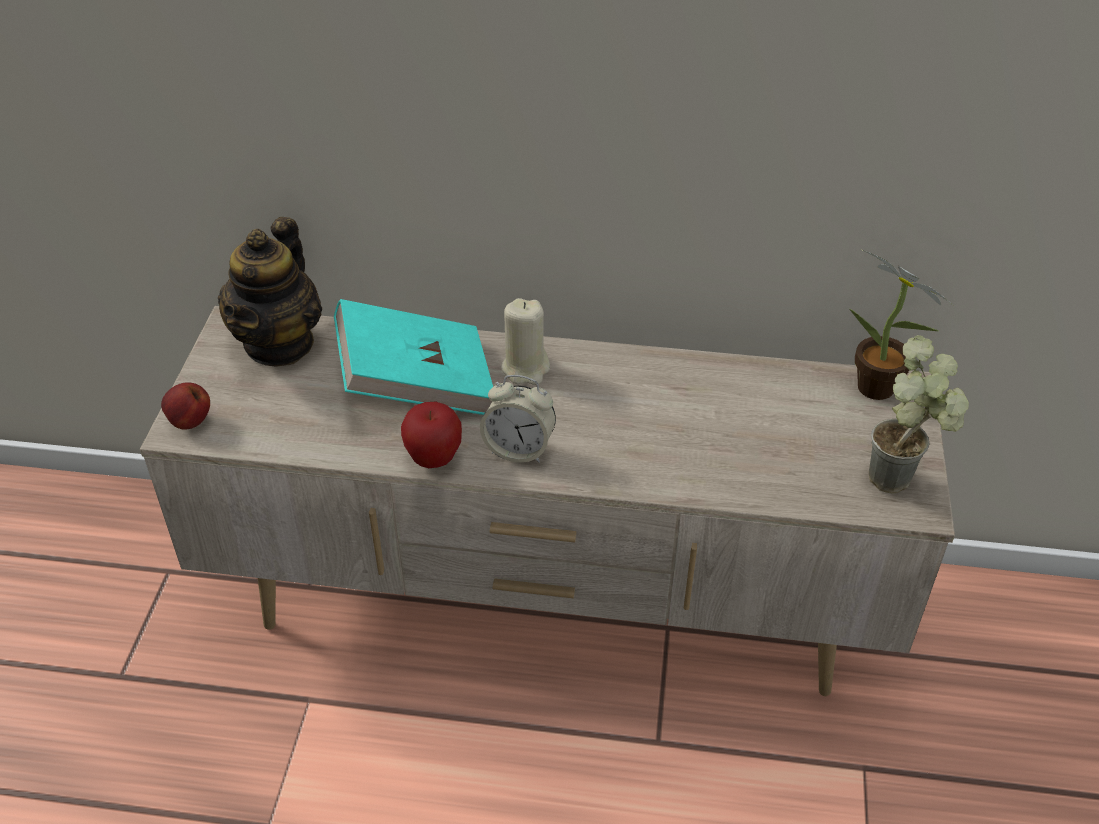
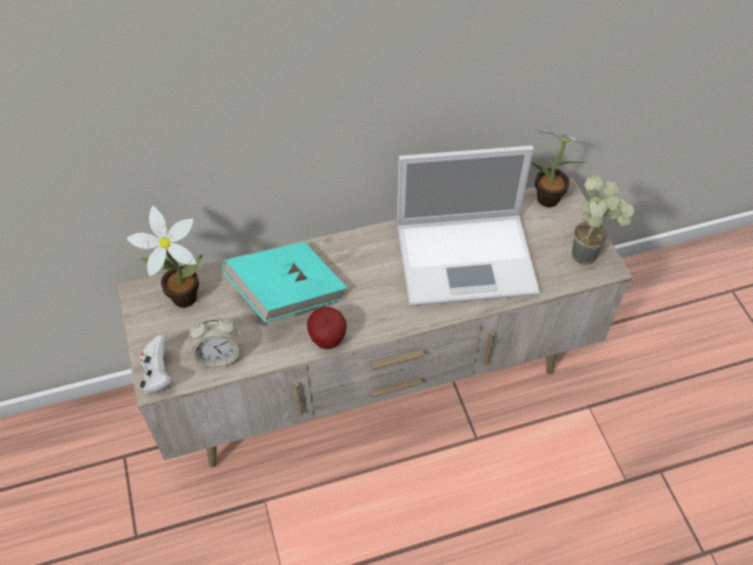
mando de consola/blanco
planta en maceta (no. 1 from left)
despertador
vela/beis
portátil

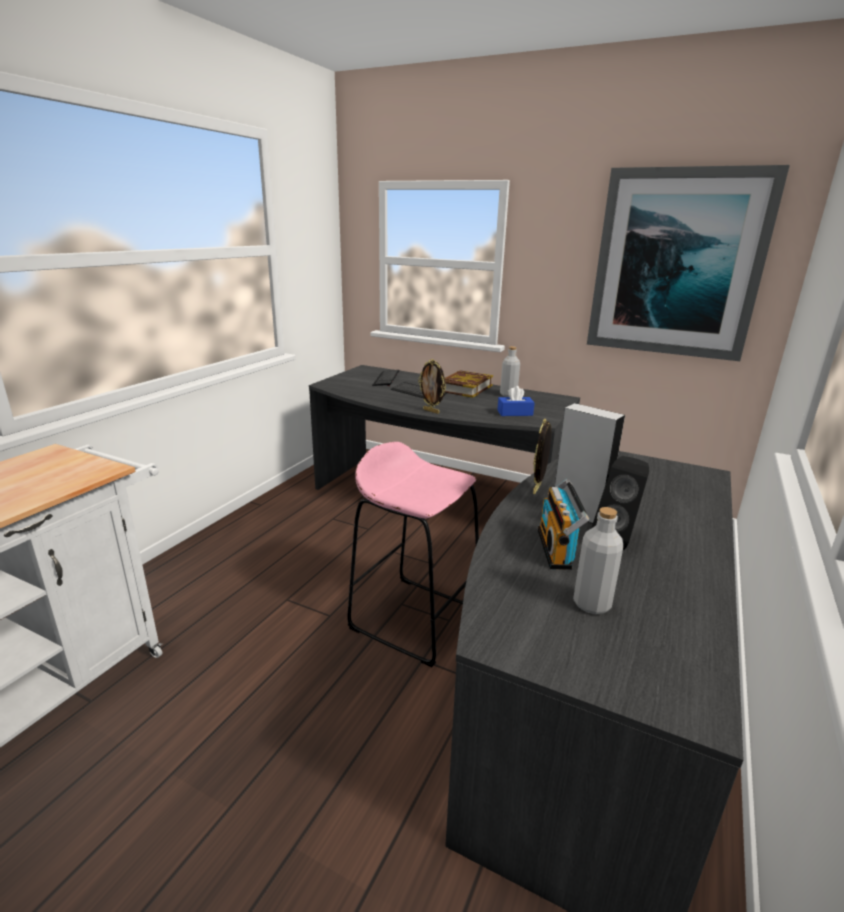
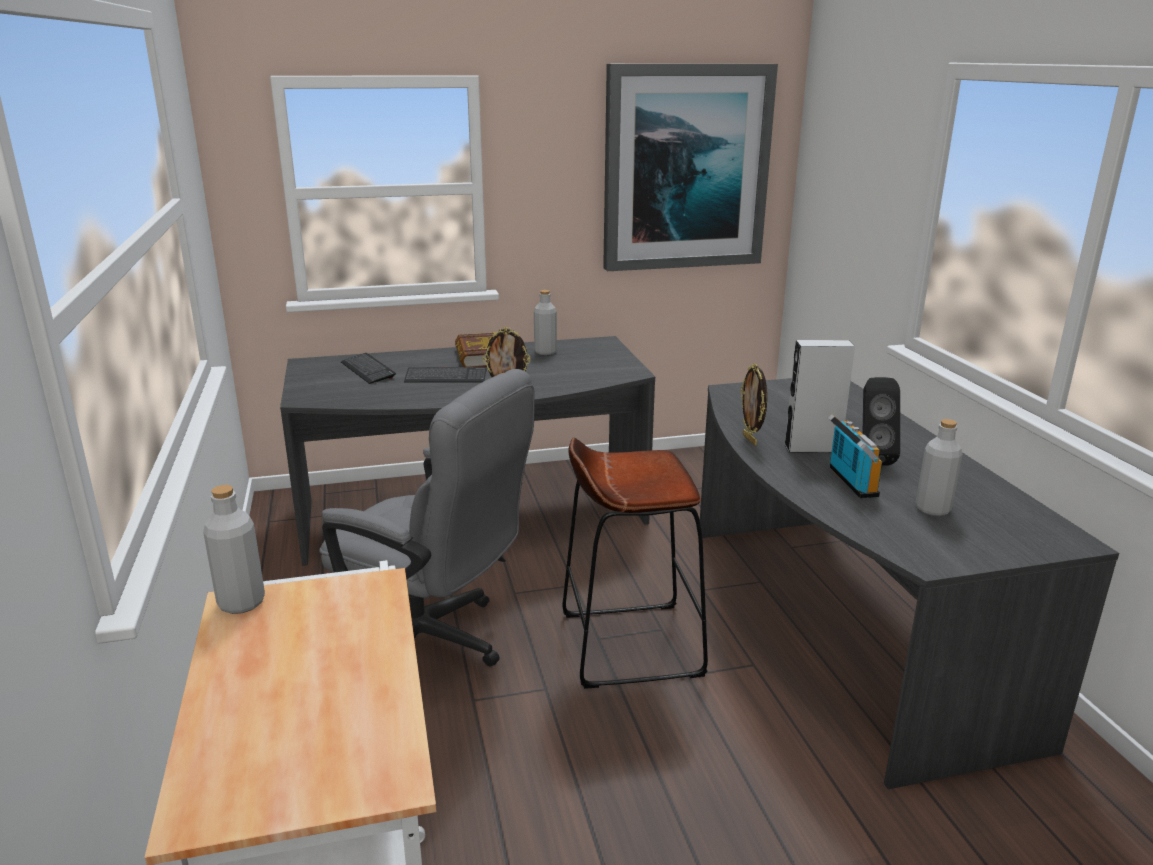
taburete/marrón
caja de pañuelos/azul
radio
botella/gris (no. 1 from left)
silla de oficina/gris

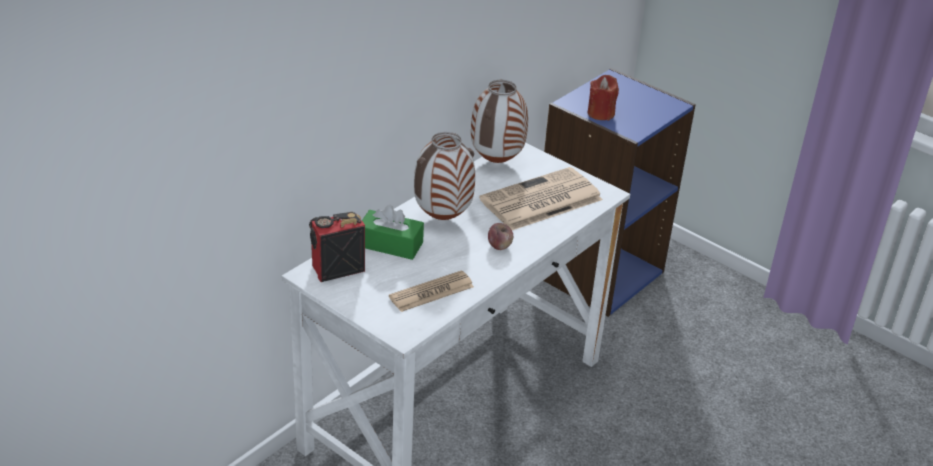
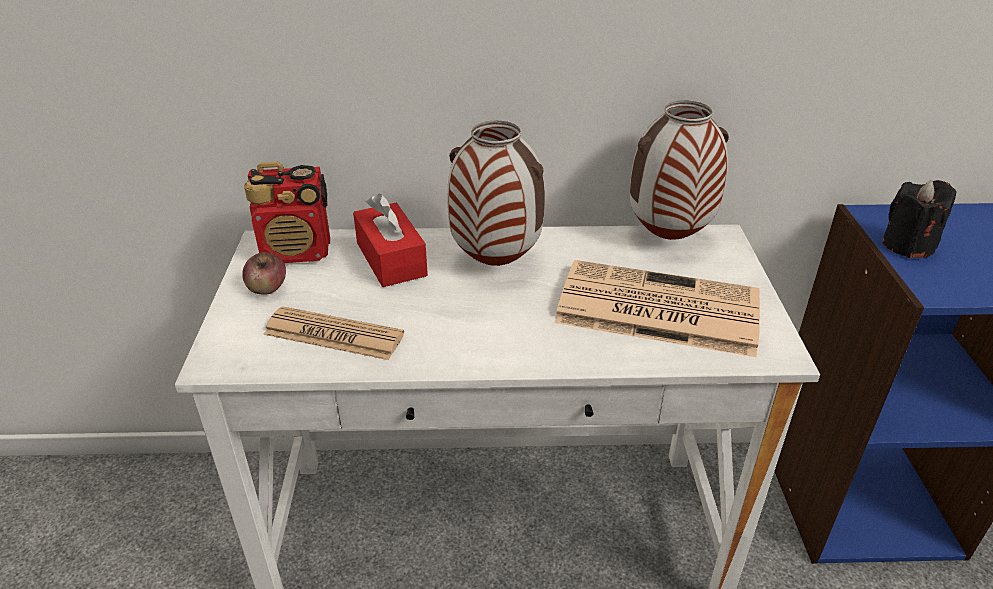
radio
caja de pañuelos/rojo
manzana
vela/negro

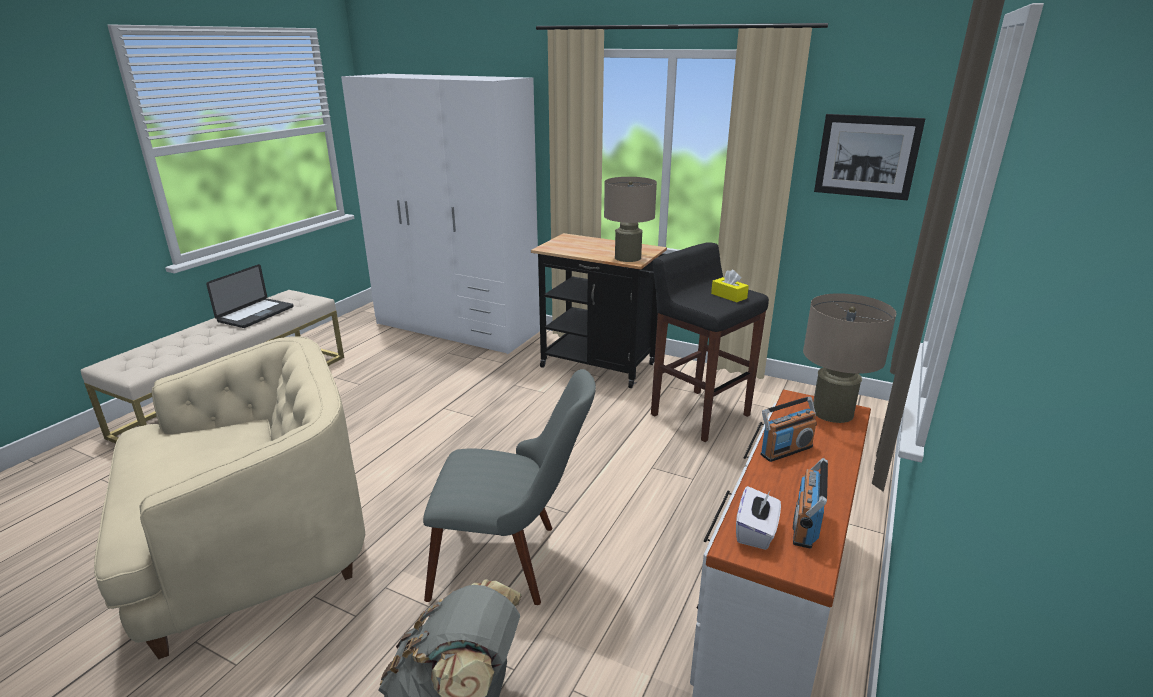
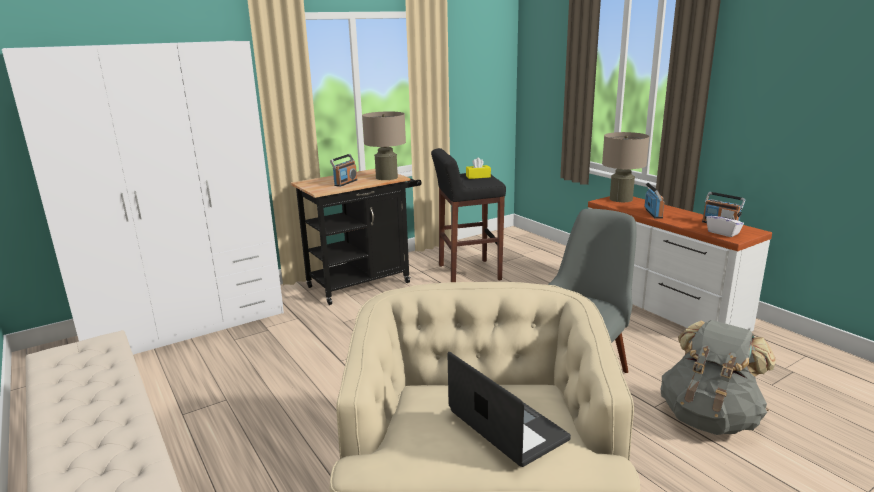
portátil
cuadro
radio (no. 1 from left)

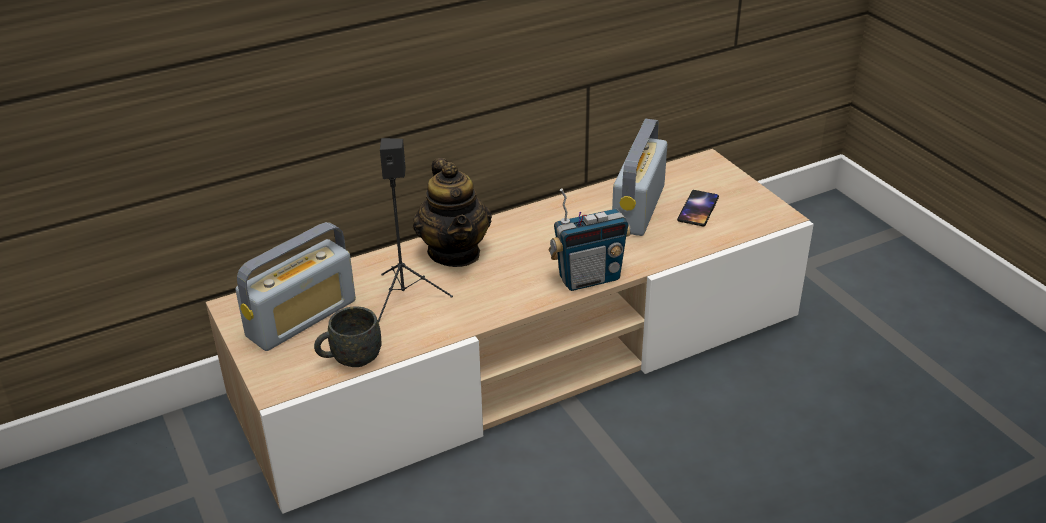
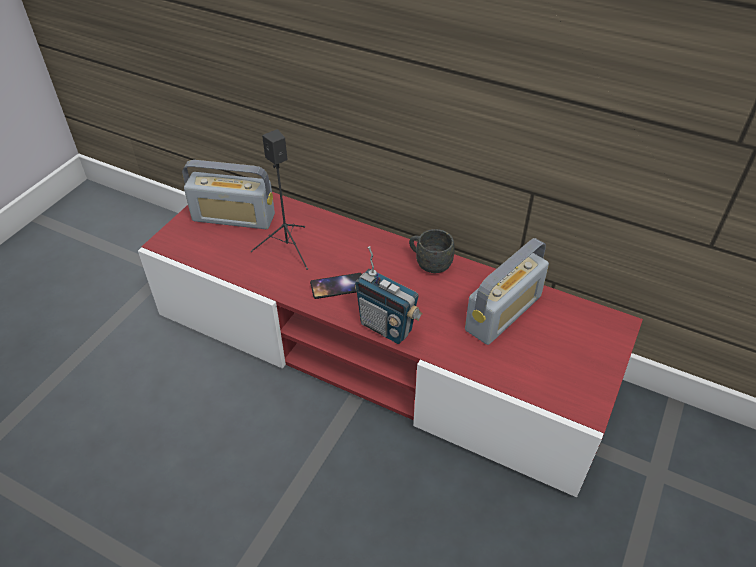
mueble de televisión/rojo
taza grande/gris
tetera
radio (no. 3 from left)
móvil

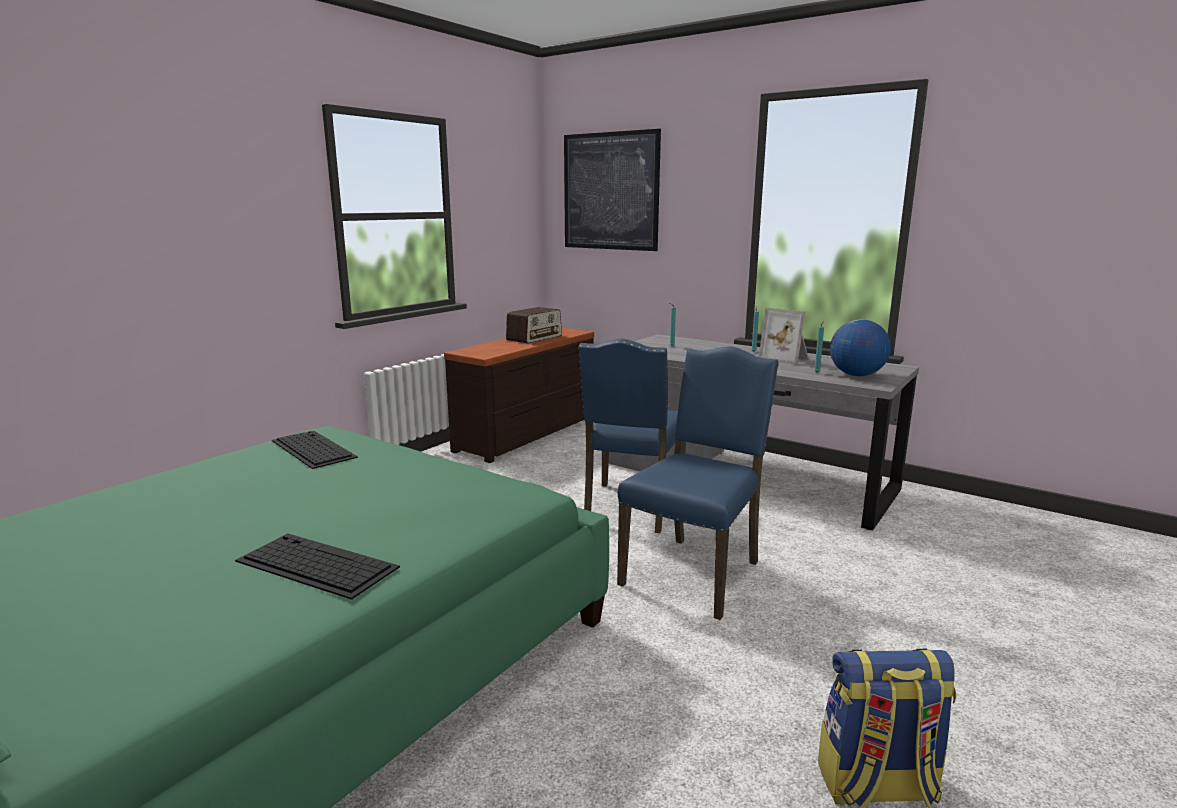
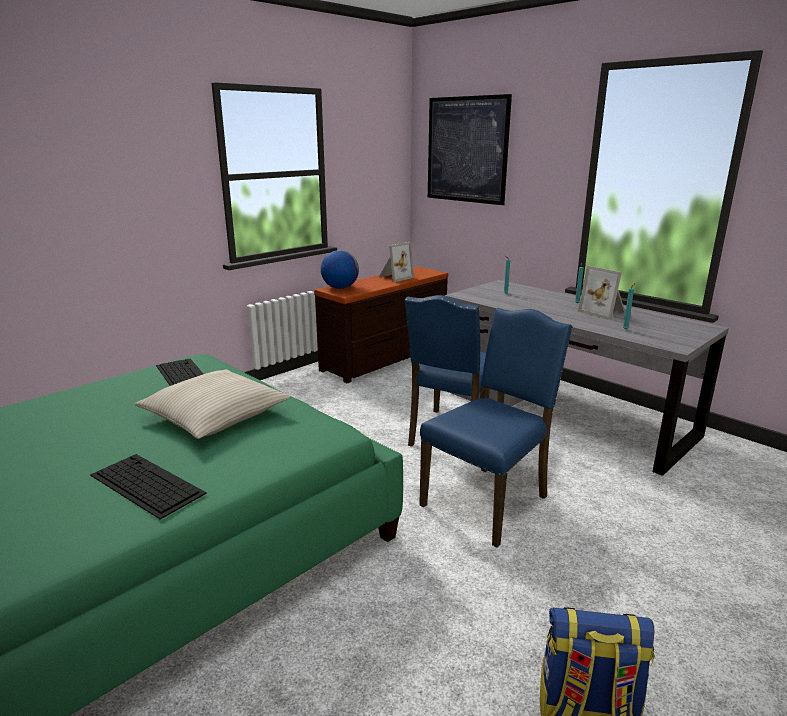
portarretratos (no. 1 from left)
globo terráqueo
cojín/beis

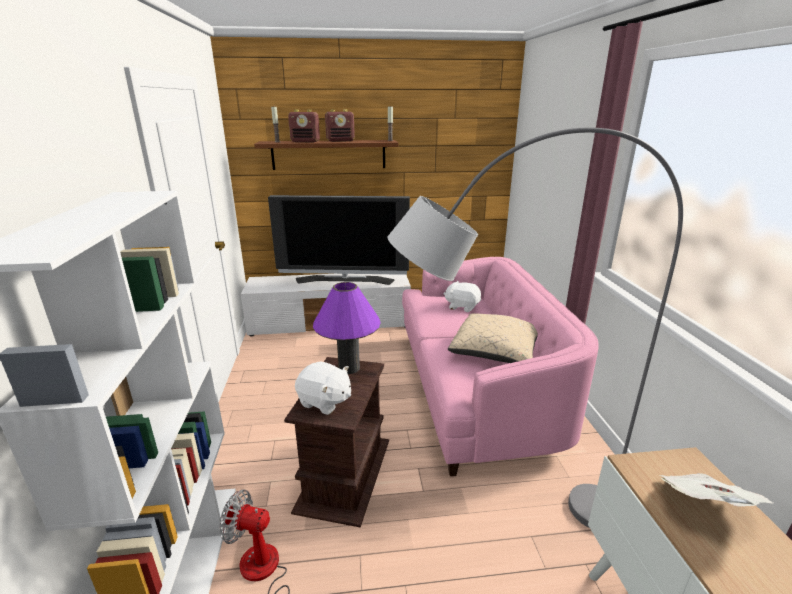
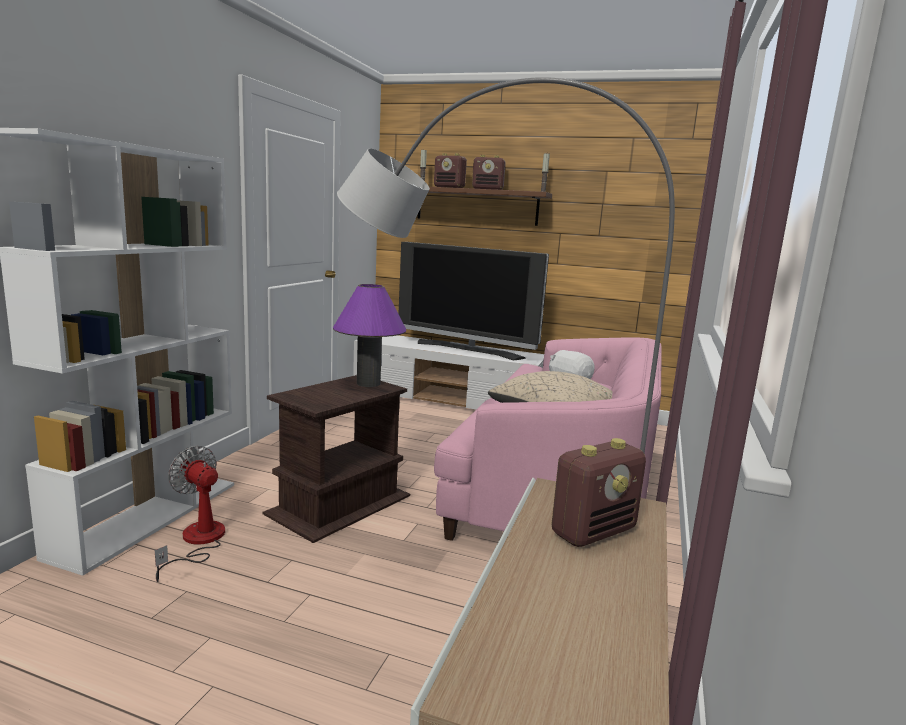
peluche/blanco (no. 1 from left in the first image)
radio (no. 3 from left)

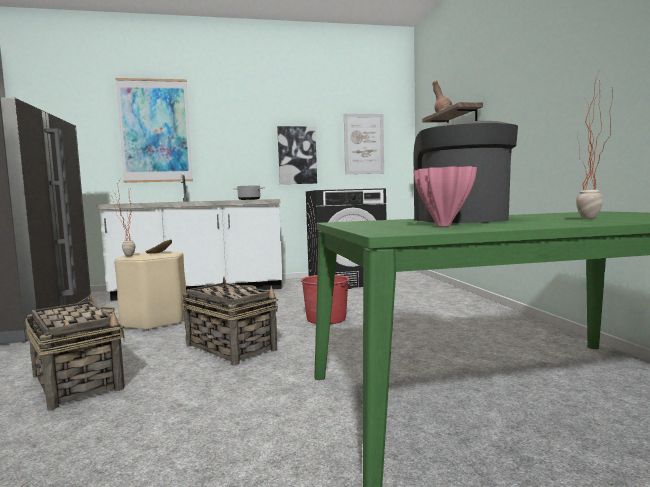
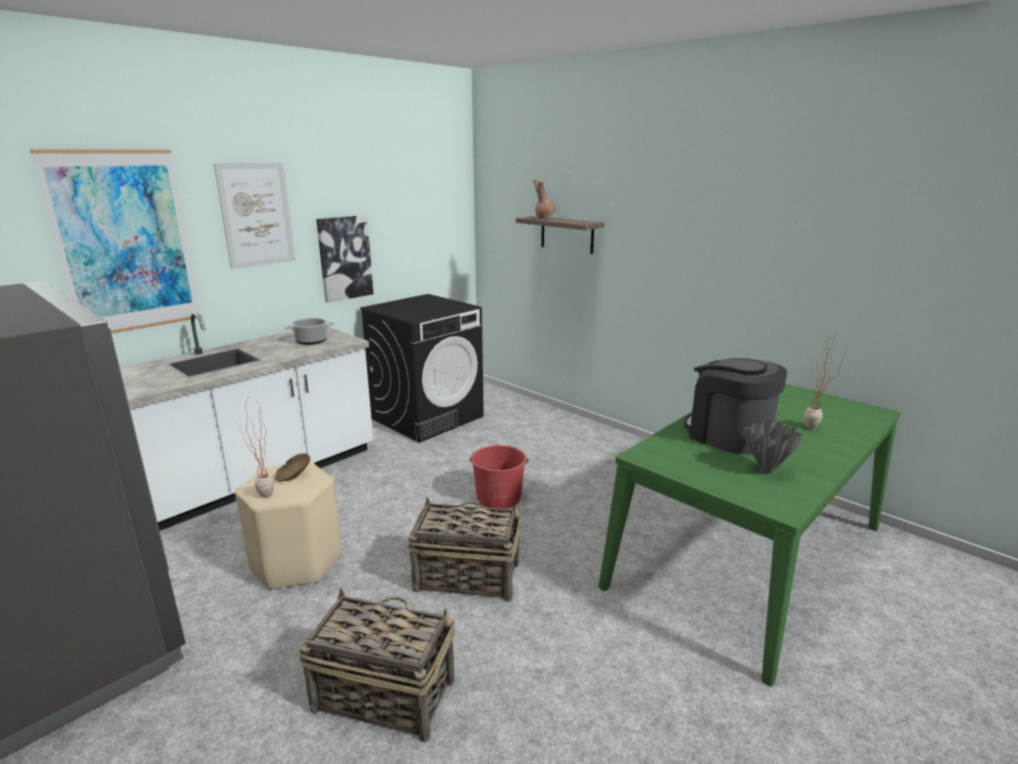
cuadro (no. 2 from left)
florero/gris

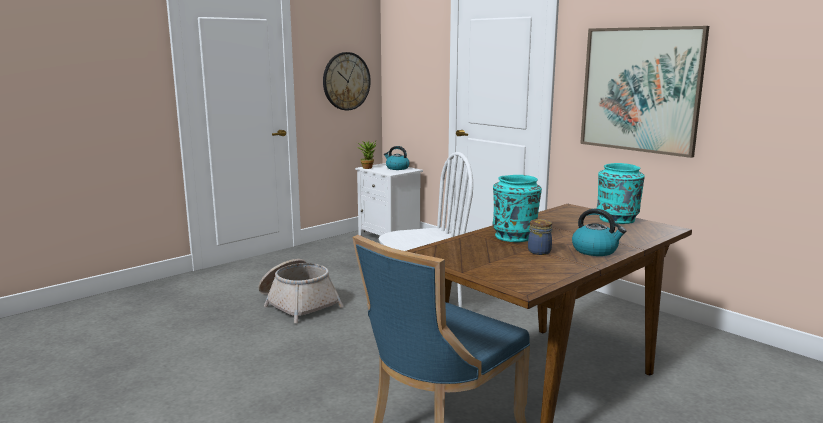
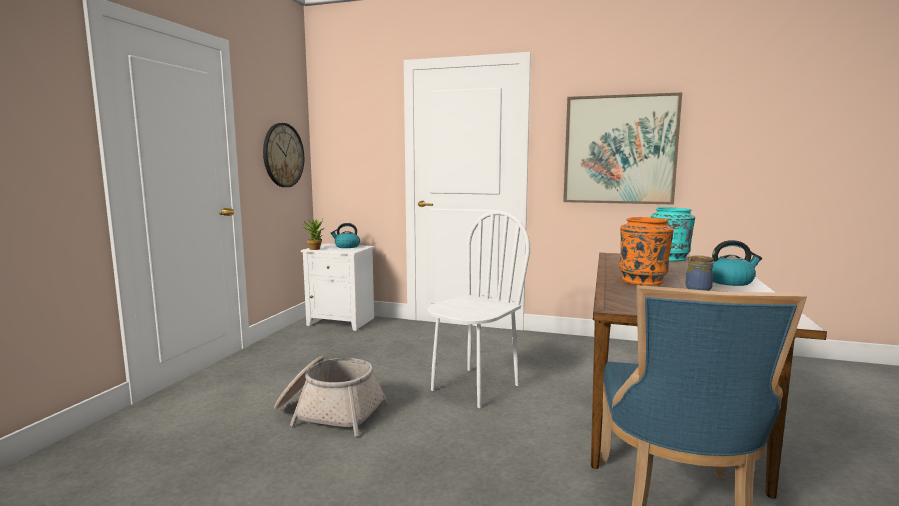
florero/naranja

